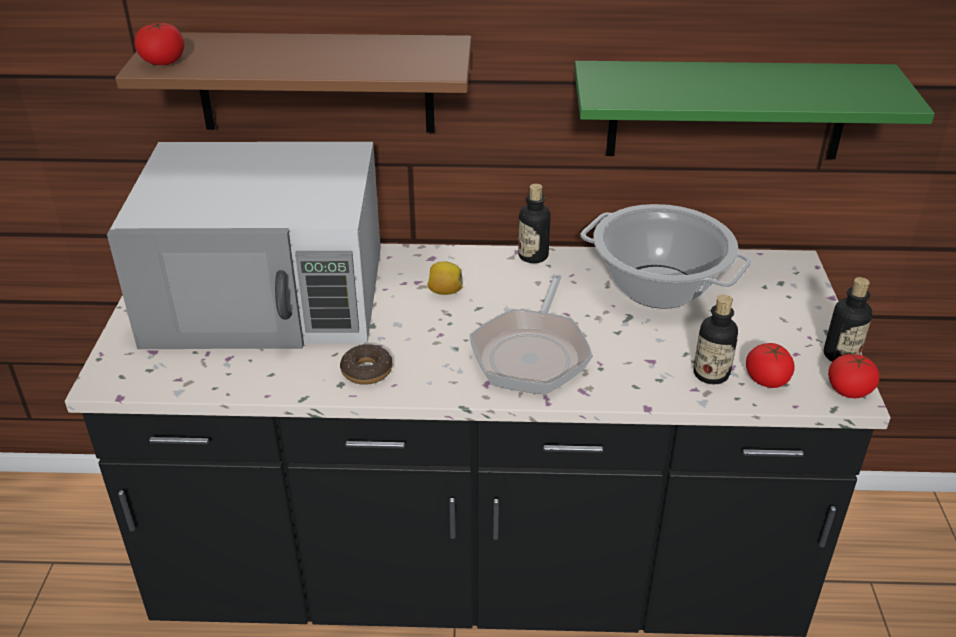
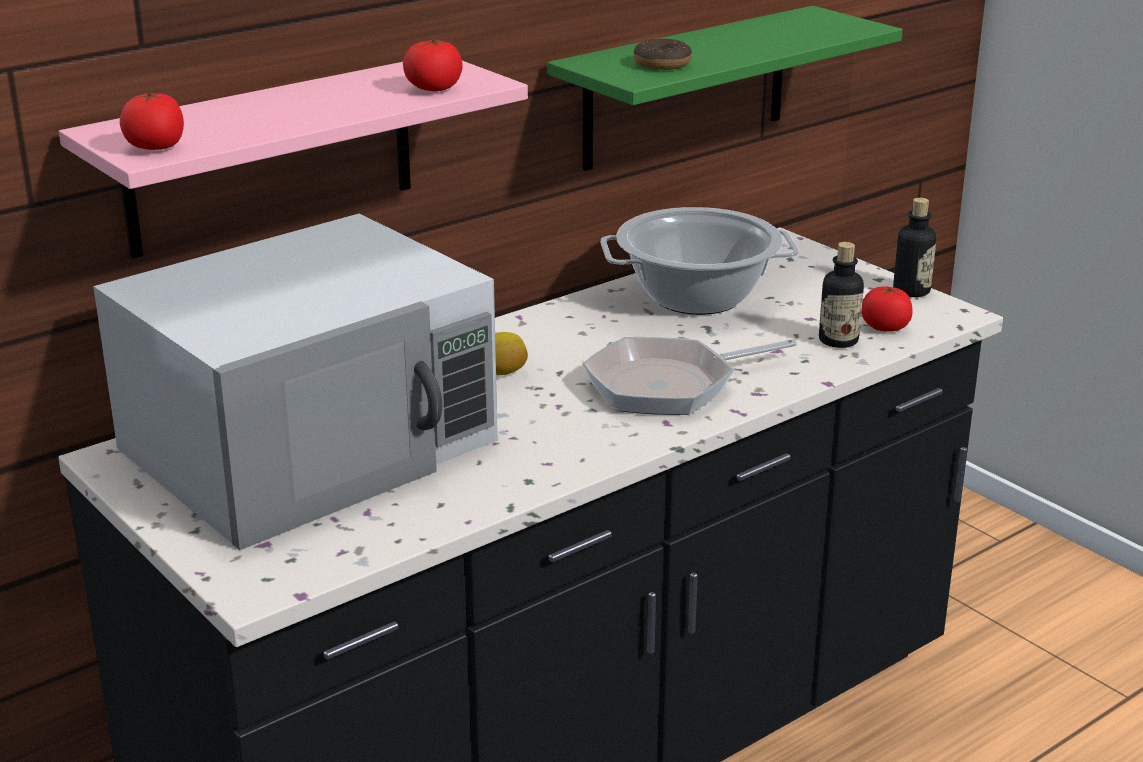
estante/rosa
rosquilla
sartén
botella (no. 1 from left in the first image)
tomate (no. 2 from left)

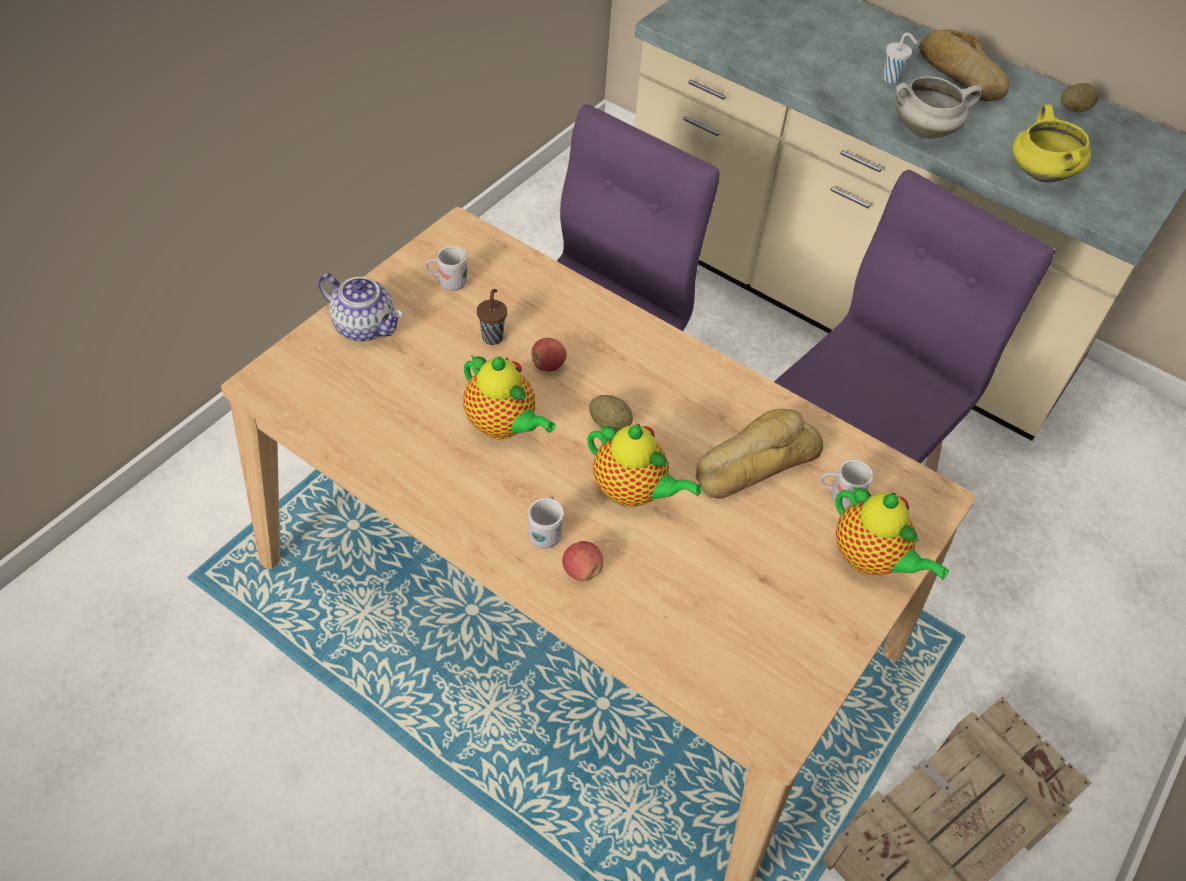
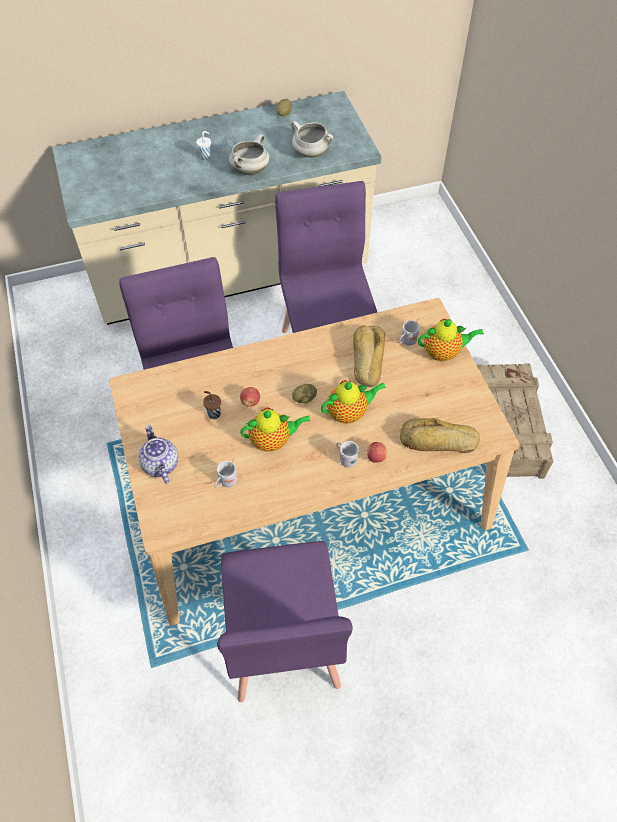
tetera (no. 1 from left)
taza grande/blanco (no. 1 from left)
pan (no. 2 from left)
olla/blanco (no. 2 from left)
silla/morado (no. 2 from left)

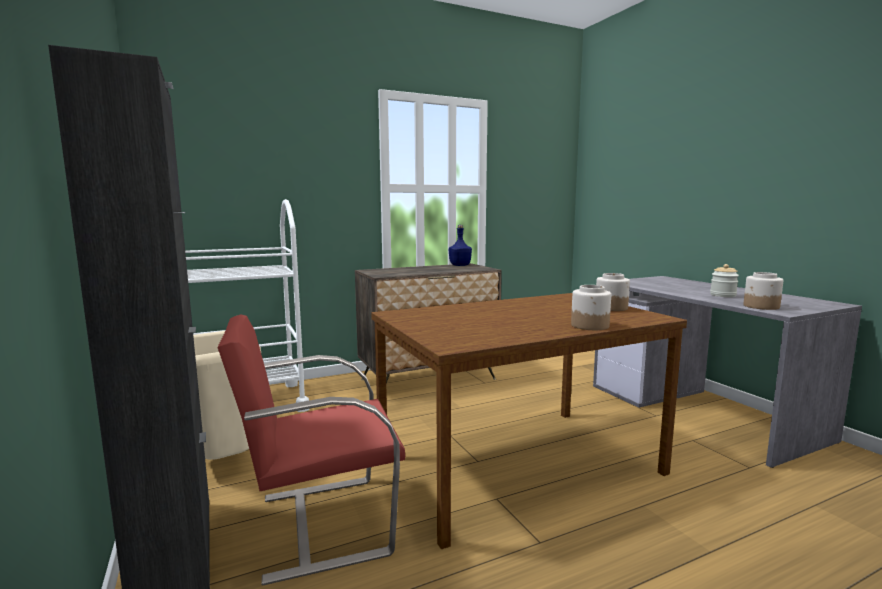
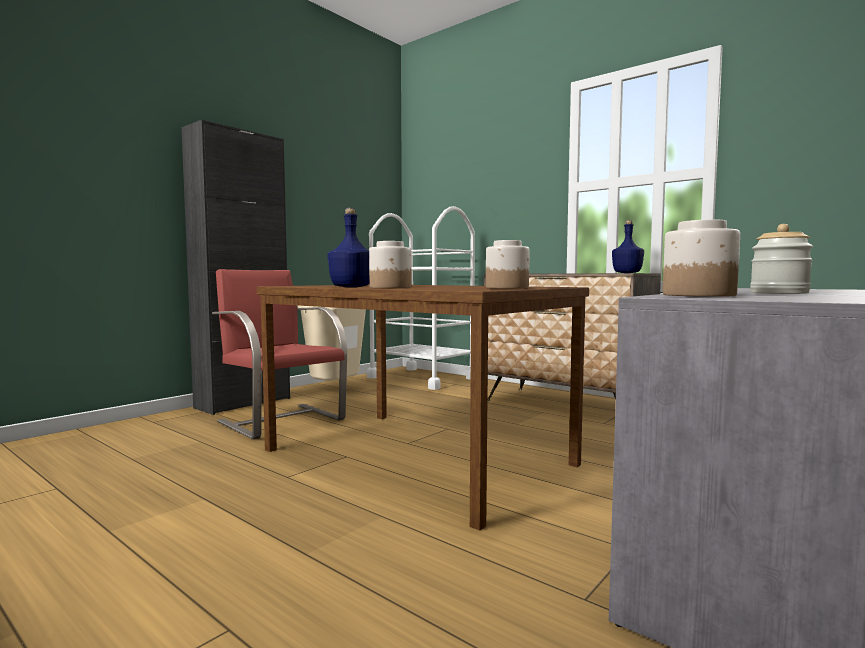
botella/azul (no. 1 from left)

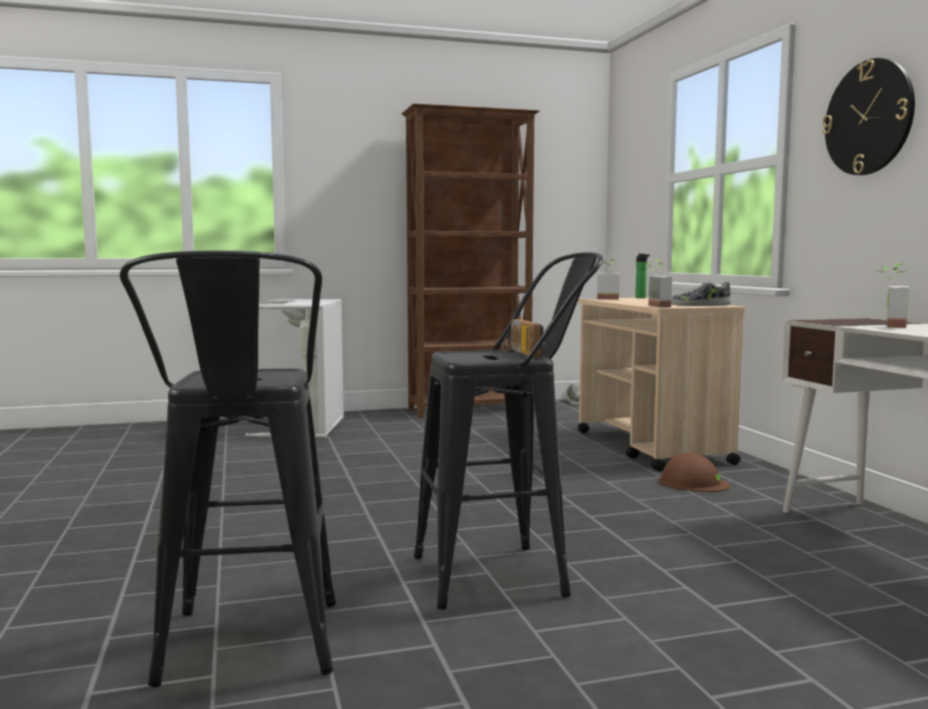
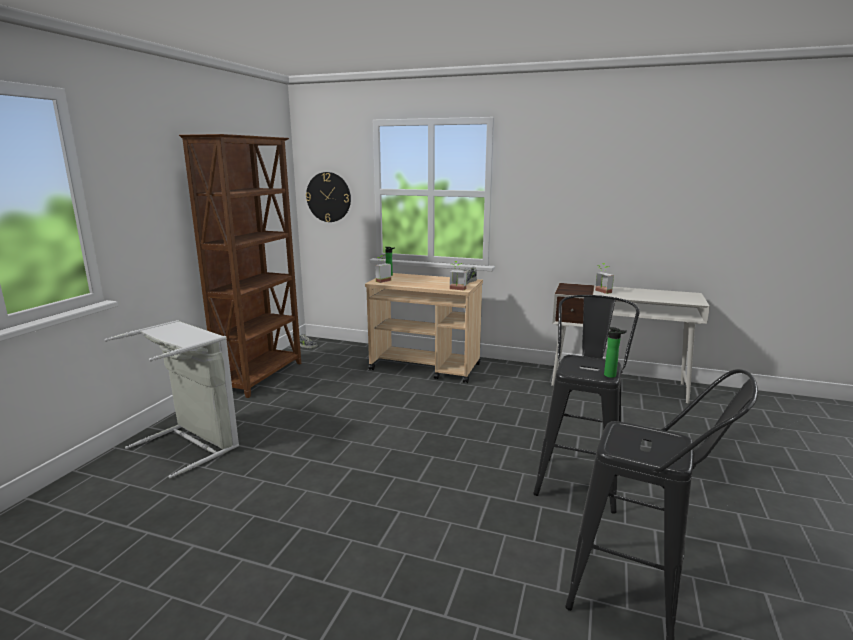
radio
casco/marrón
reloj de pared
botella (no. 2 from left)

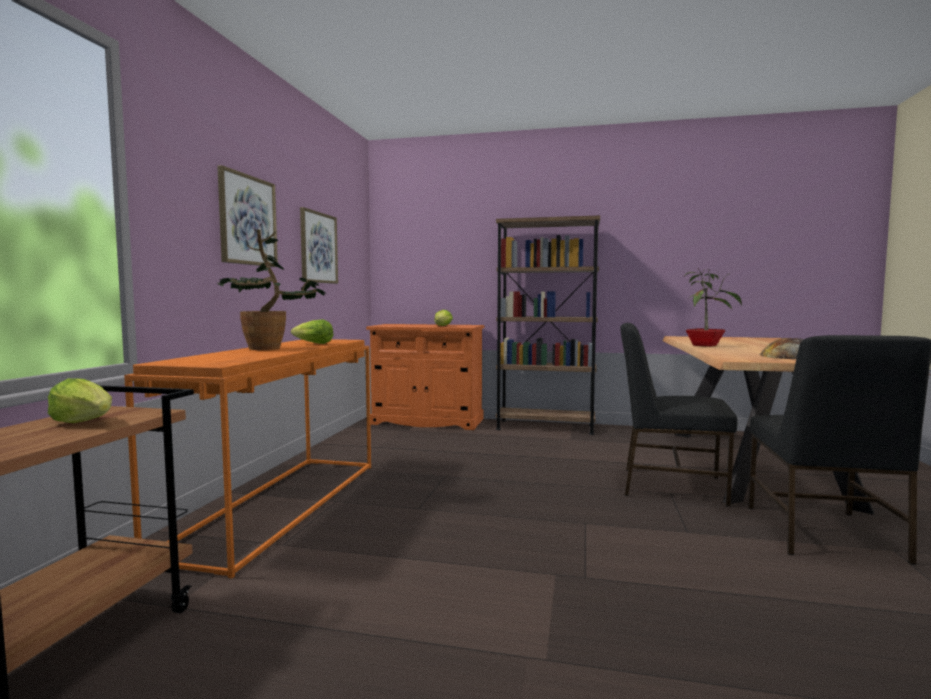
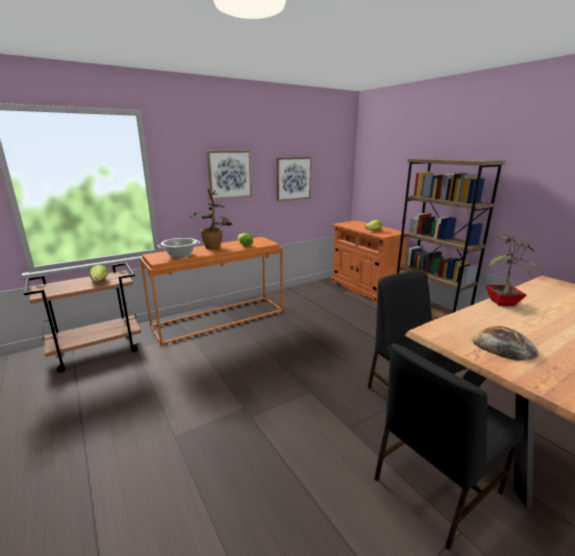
olla

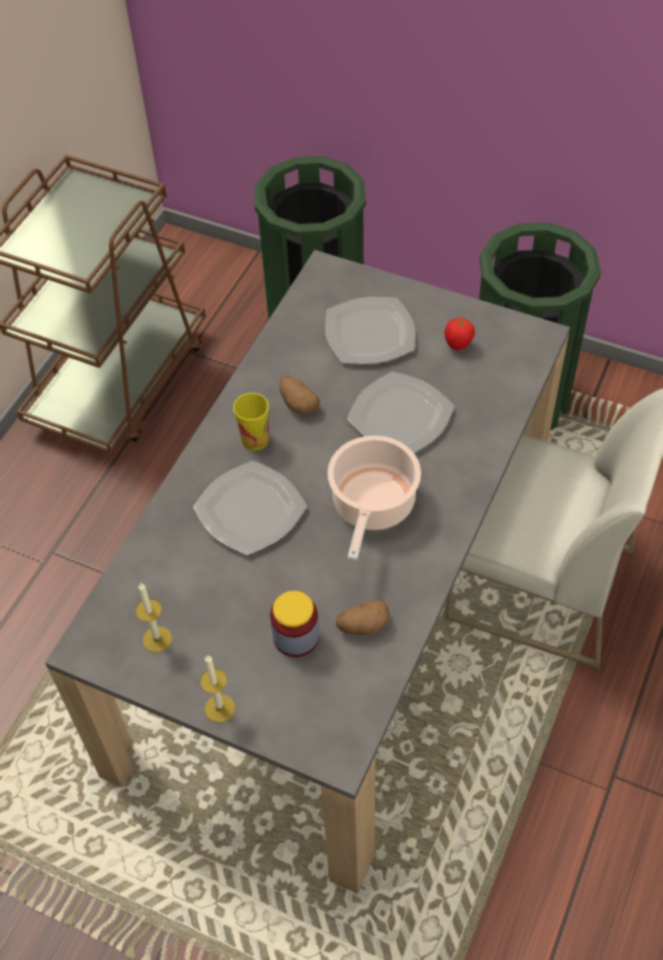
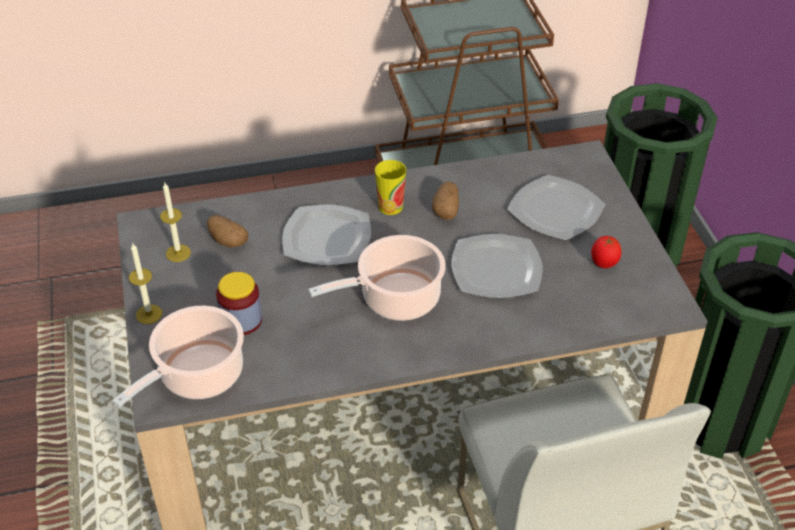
patata (no. 1 from left)
olla (no. 1 from left)

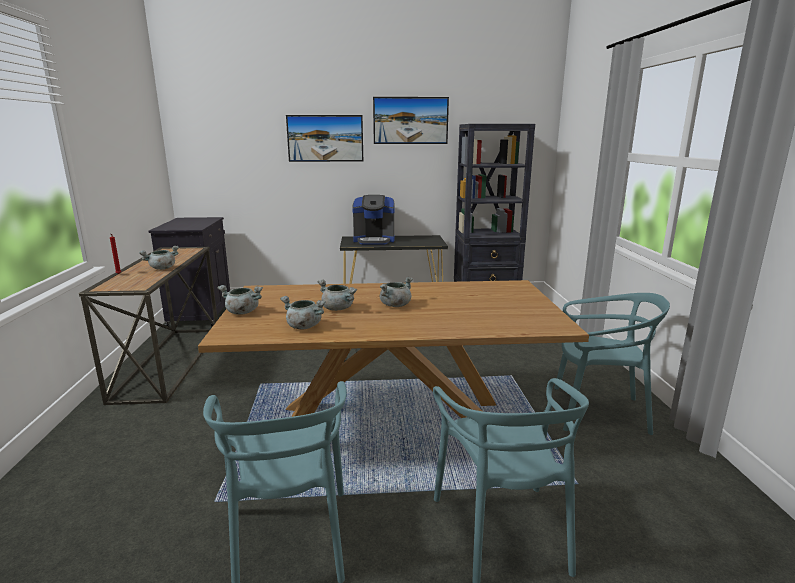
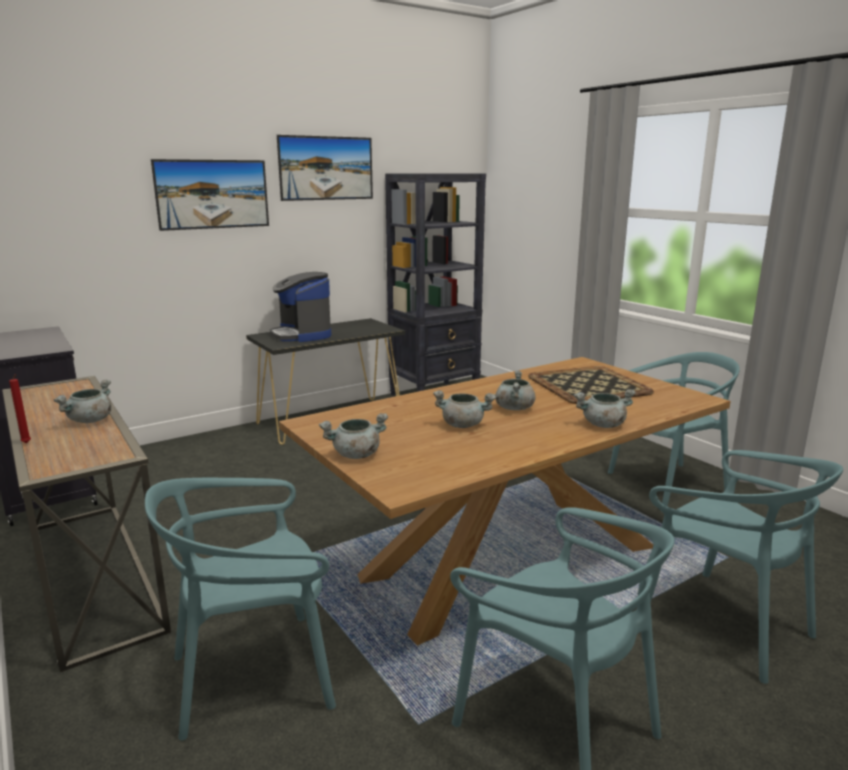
olla/gris (no. 5 from left)
cafetera
silla/turquesa (no. 1 from left)
bandeja

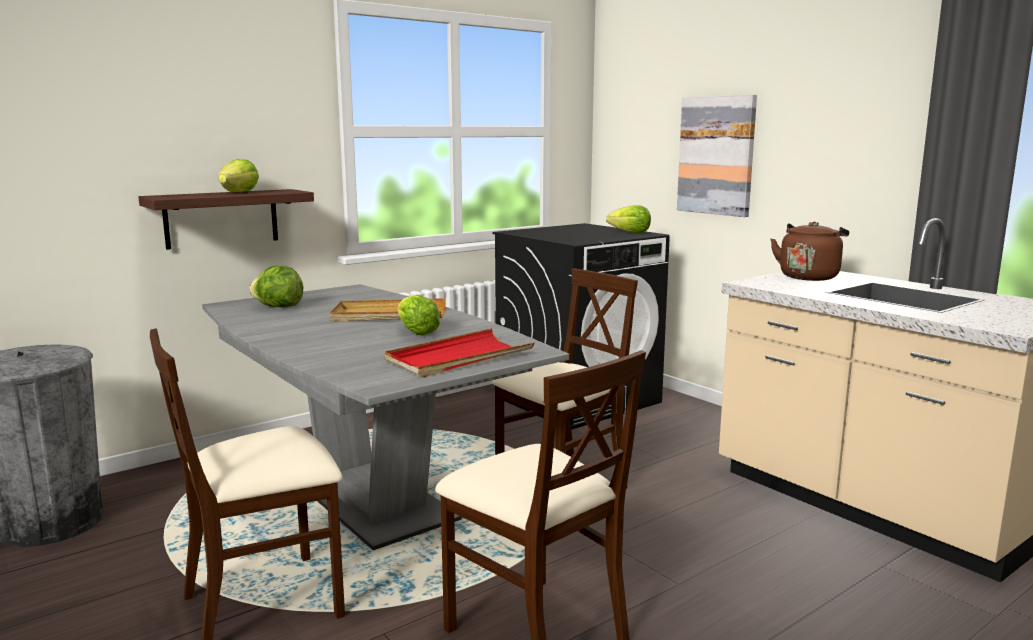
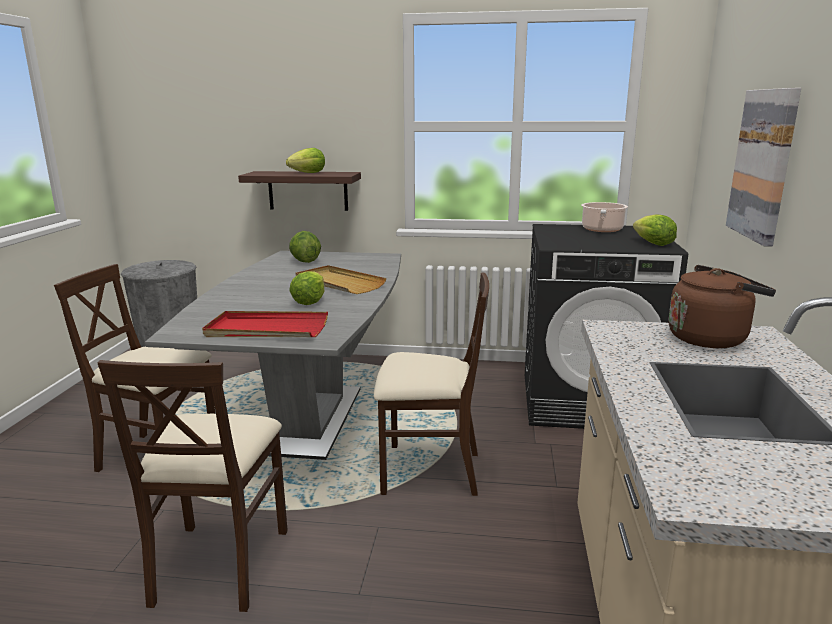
olla

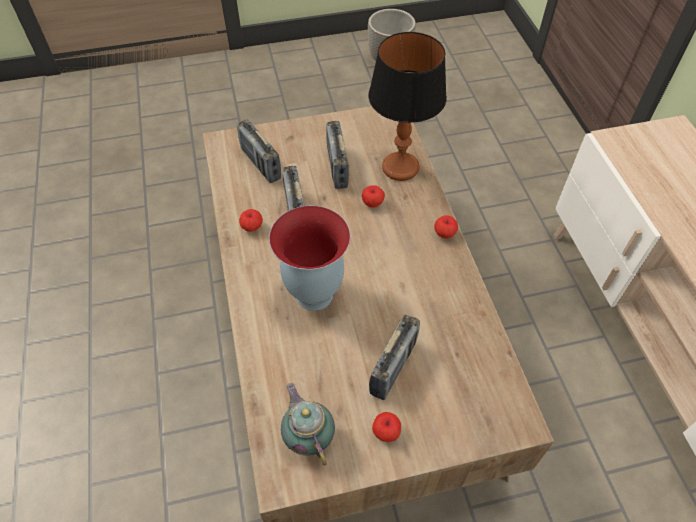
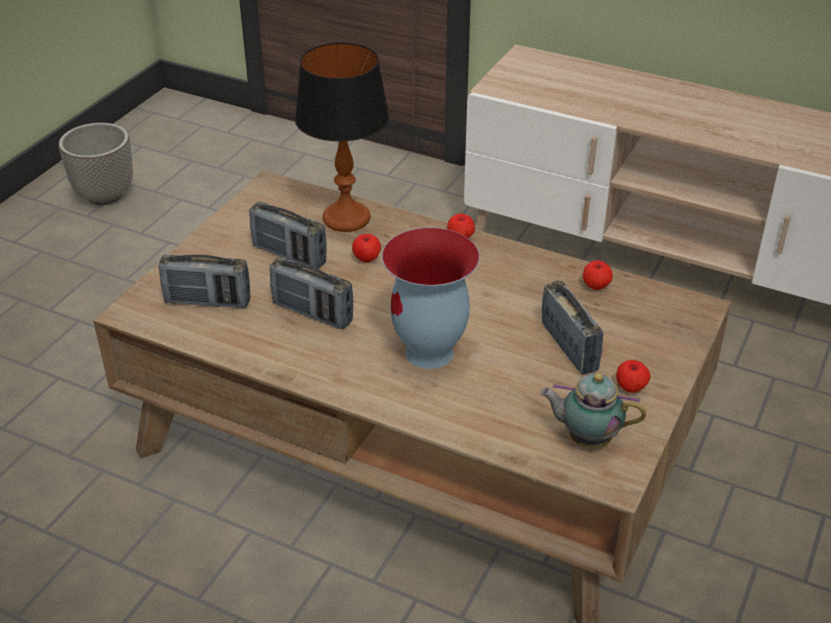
manzana (no. 3 from left)

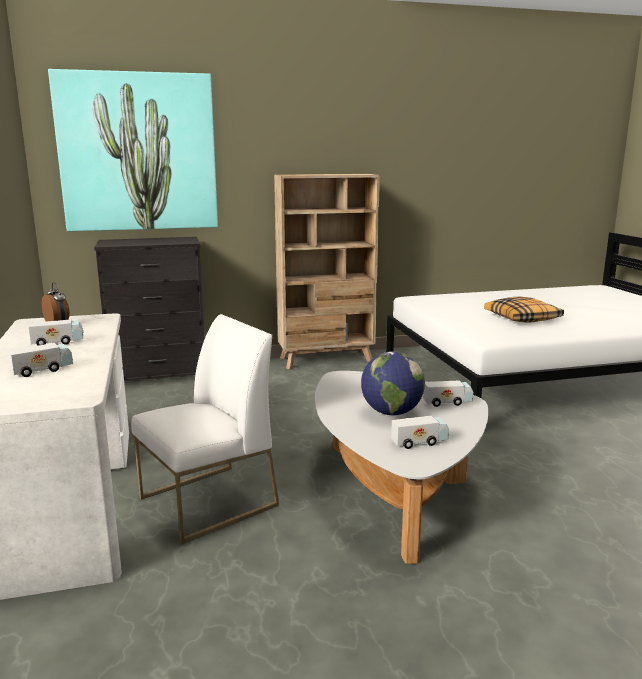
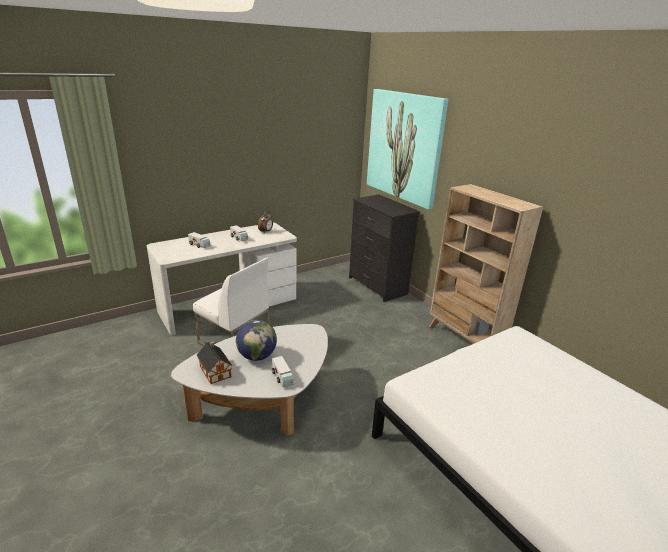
casita
cojín

